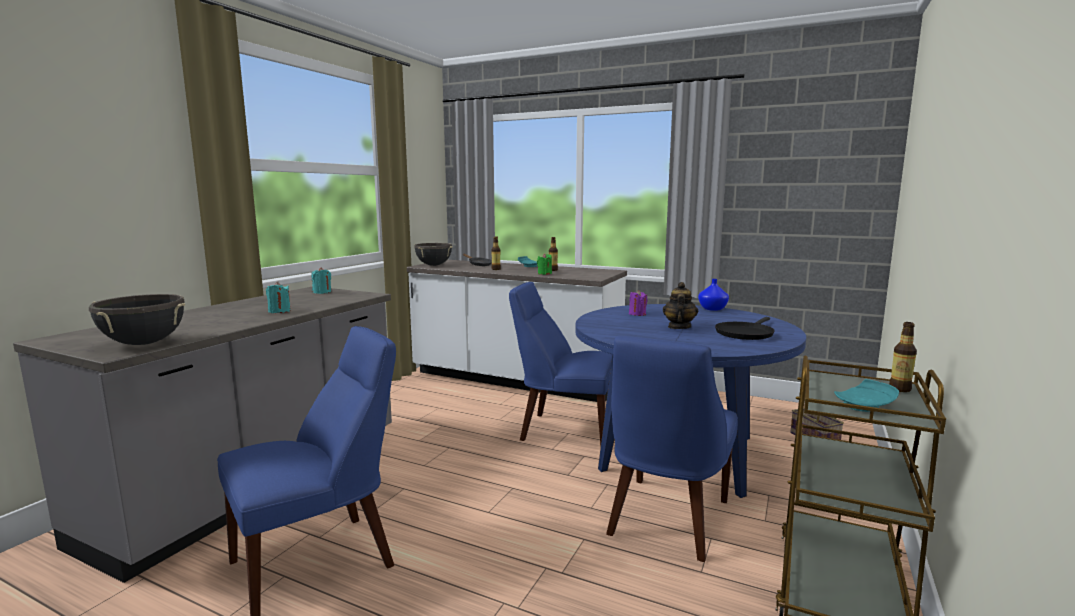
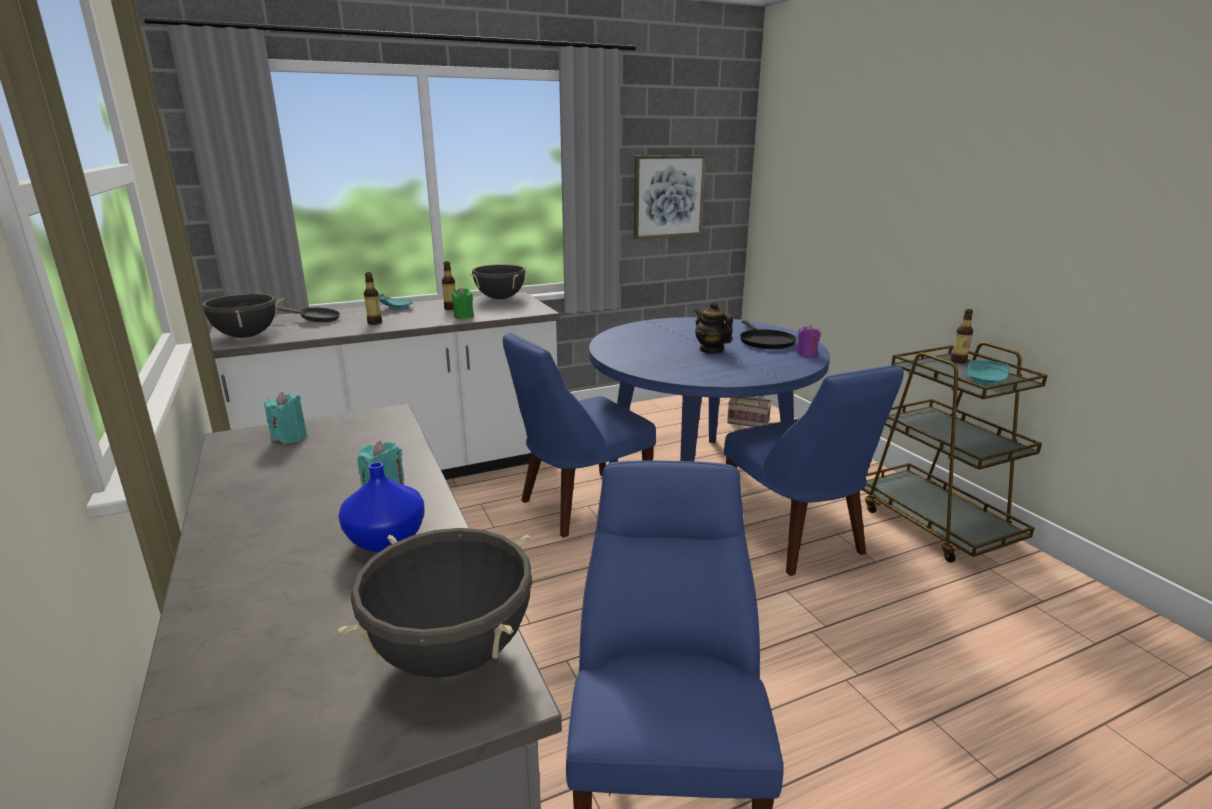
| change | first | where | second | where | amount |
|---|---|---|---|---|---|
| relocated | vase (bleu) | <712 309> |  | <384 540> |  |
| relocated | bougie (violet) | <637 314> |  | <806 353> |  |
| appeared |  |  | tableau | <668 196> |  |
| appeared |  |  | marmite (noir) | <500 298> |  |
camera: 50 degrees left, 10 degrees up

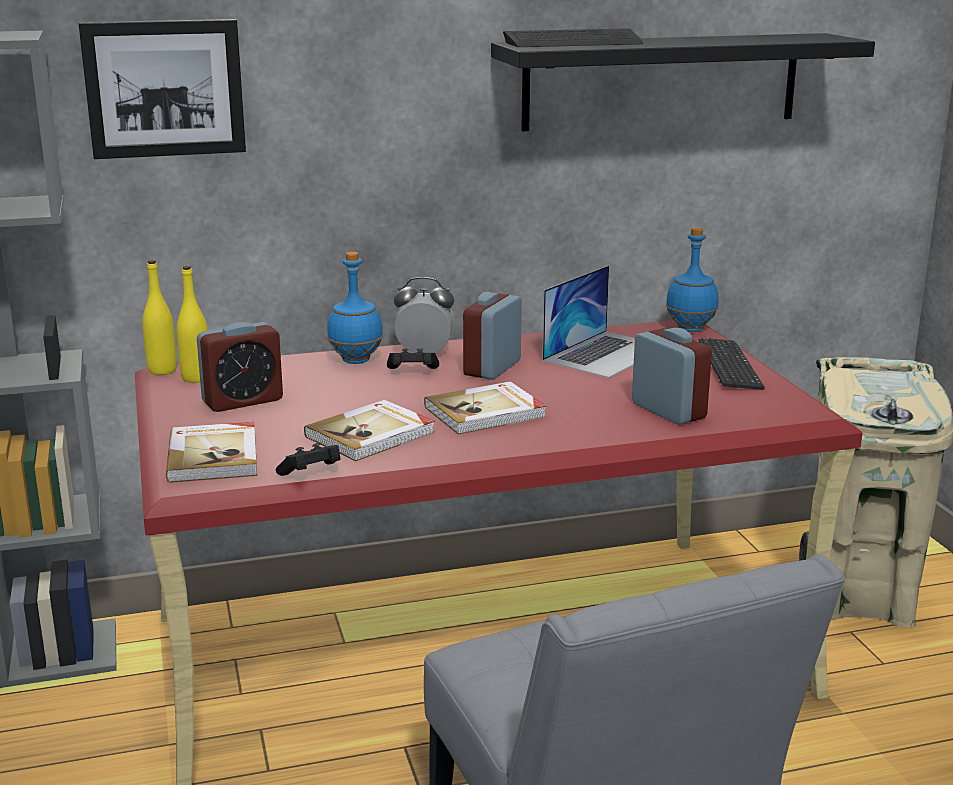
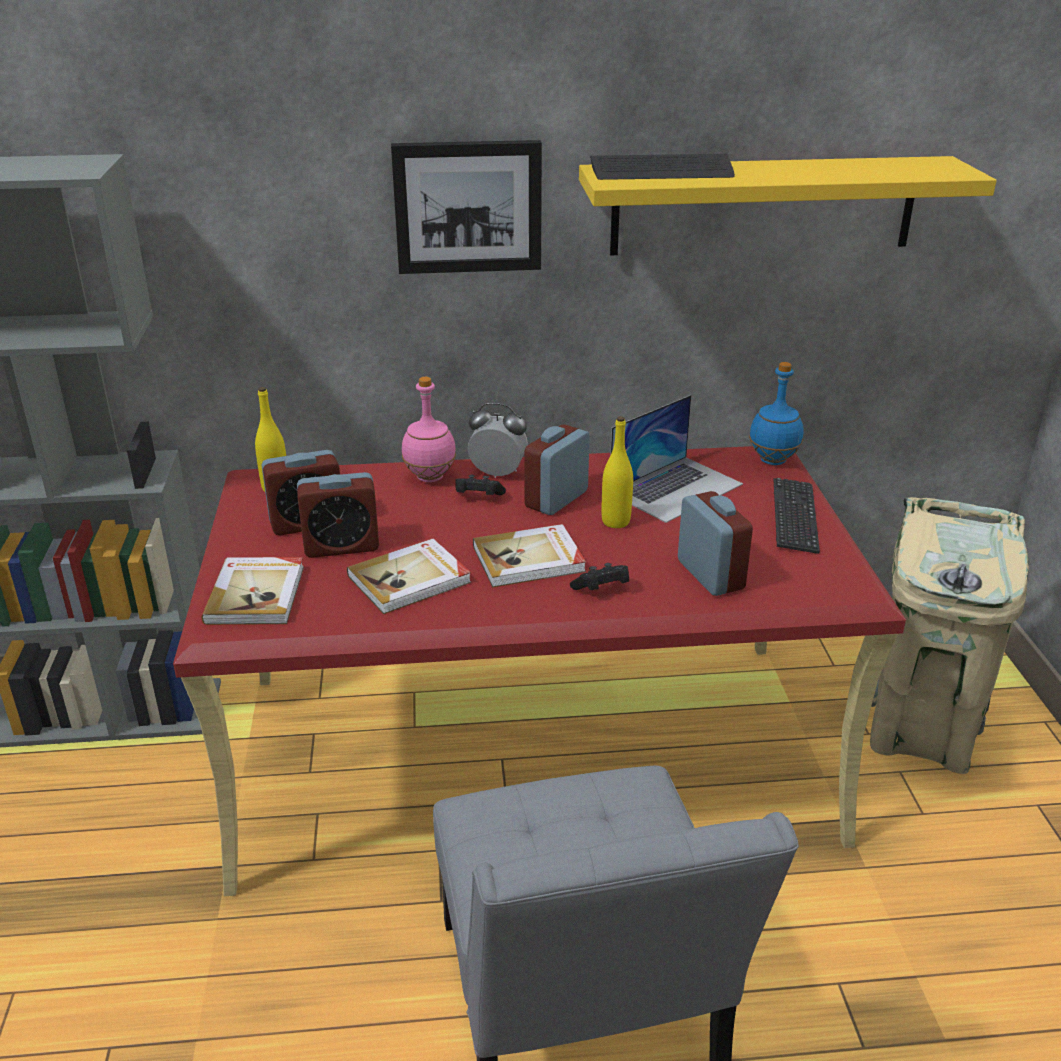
| change | first | where | second | where | amount |
|---|---|---|---|---|---|
| relocated | tableau | <164 88> |  | <468 207> |  |
| colour | étagère (noir) | <661 81> | étagère (jaune) | <763 206> |  |
| colour | bouteille (bleu) | <356 360> | bouteille (rose) | <431 477> |  |
| relocated | bouteille (jaune) | <162 370> |  | <615 522> |  |
| relocated | manette (noir) | <311 473> |  | <601 589> |  |
| appeared |  |  | réveil | <341 546> |  |
camera: 10 degrees right, 10 degrees up

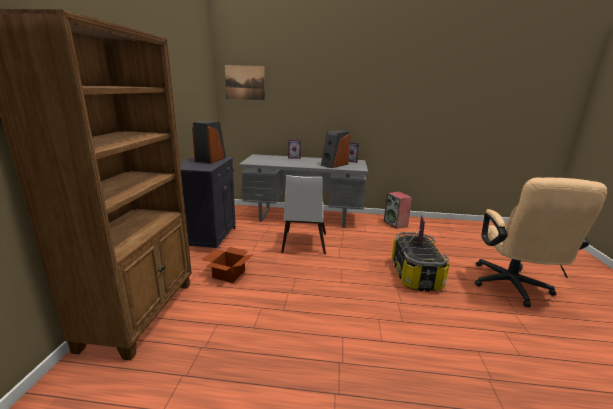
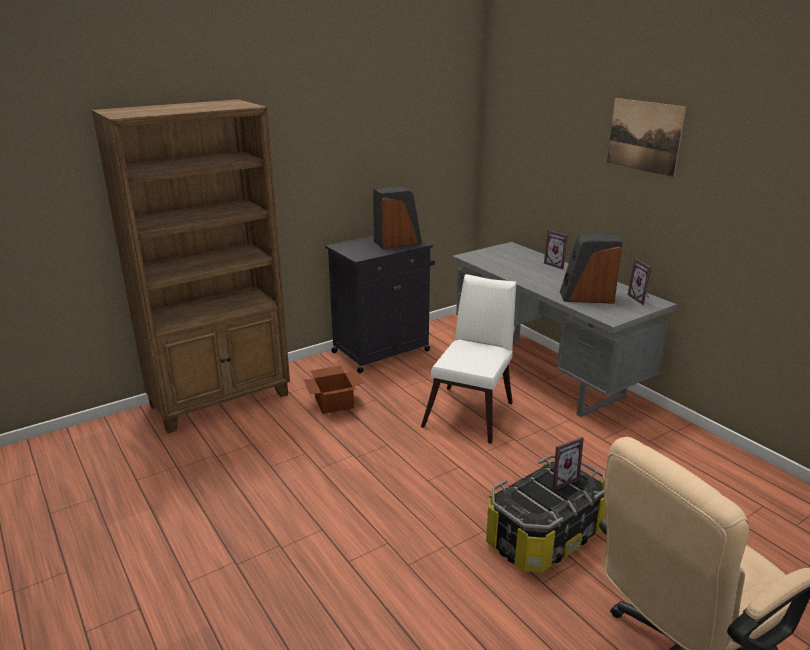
| change | first | where | second | where | amount |
|---|---|---|---|---|---|
| relocated | tableau | <245 82> |  | <644 136> |  |
| spun | chaise (blanc) | <303 244> |  | <471 411> | 150 degrees clockwise |
| missing | enceinte | <396 224> |  |  |  |
camera: 50 degrees right, 5 degrees up

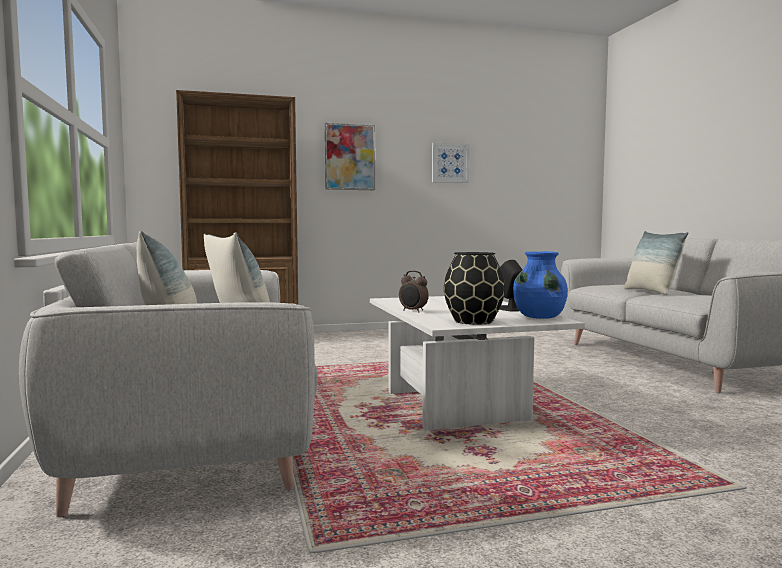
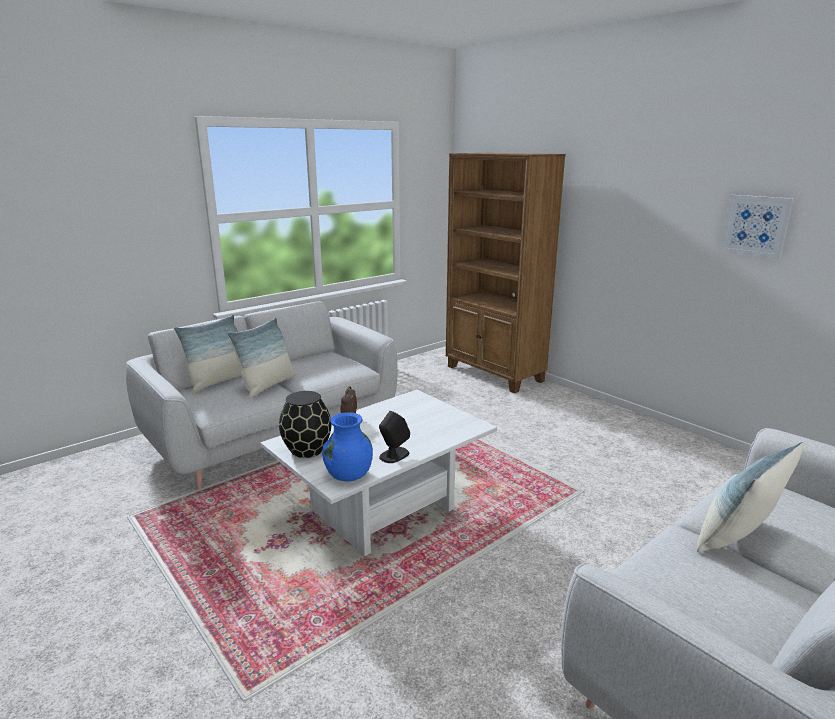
| change | first | where | second | where | amount |
|---|---|---|---|---|---|
| missing | tableau | <350 157> |  |  |  |
camera: 65 degrees right, 15 degrees up

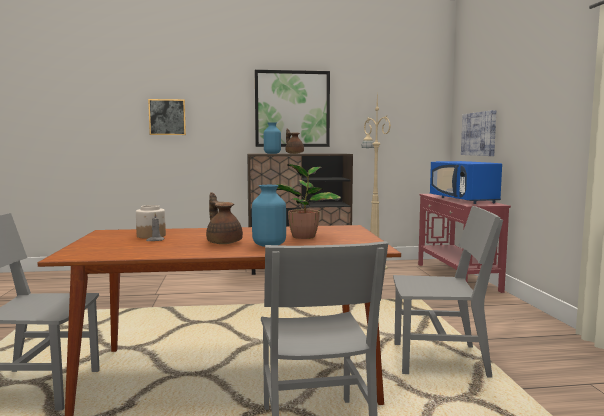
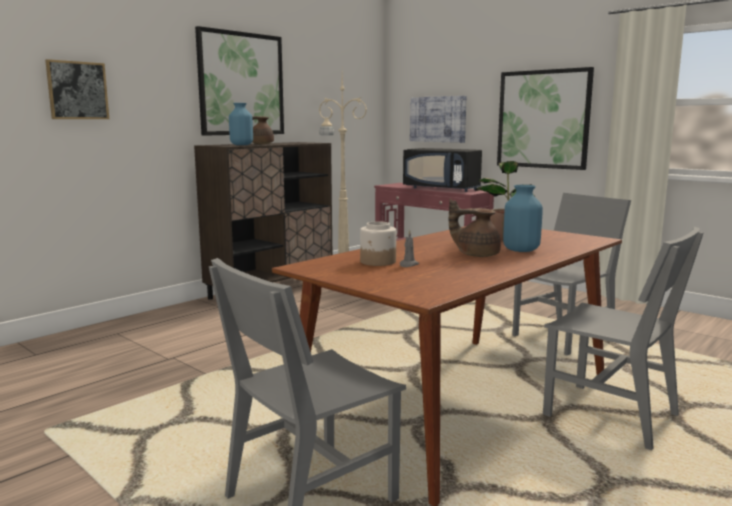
| change | first | where | second | where | amount |
|---|---|---|---|---|---|
| colour | micro-ondes (bleu) | <463 200> | micro-ondes (noir) | <442 189> |  |
| appeared |  |  | tableau | <543 119> |  |
camera: 40 degrees left, 5 degrees up

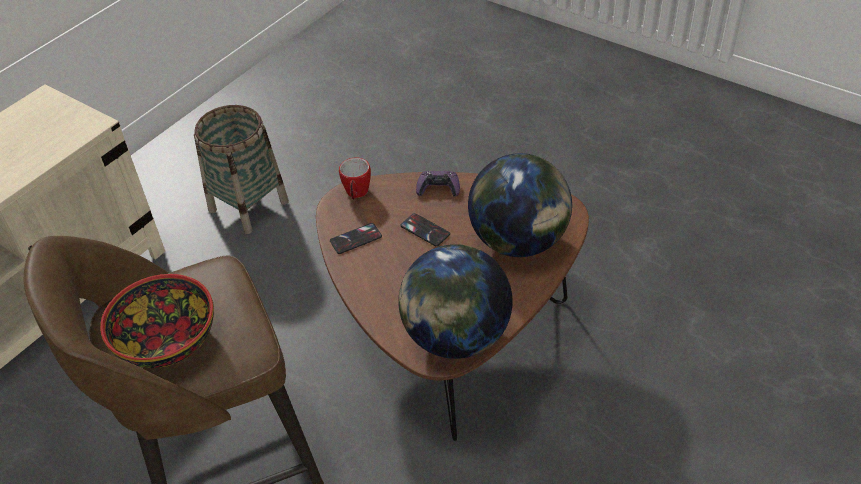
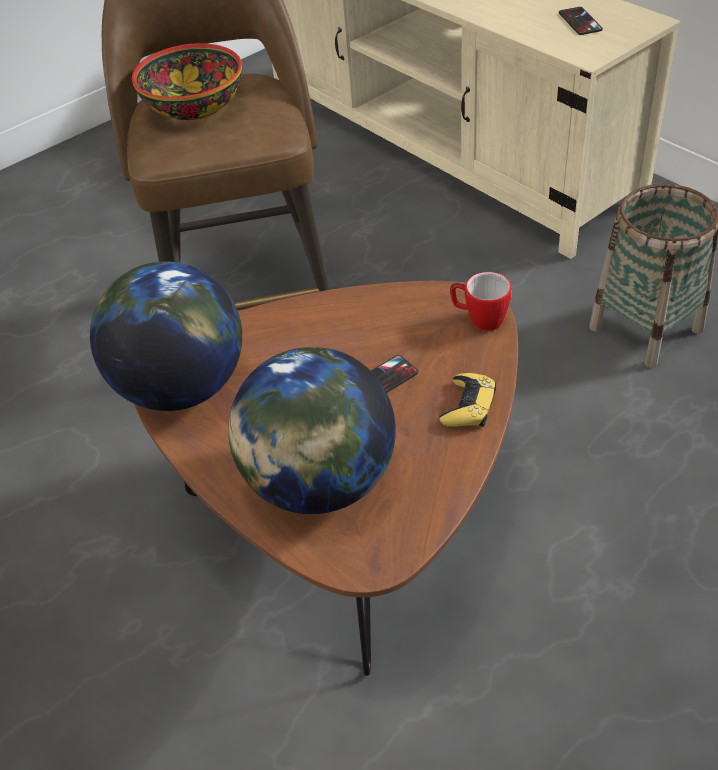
| change | first | where | second | where | amount |
|---|---|---|---|---|---|
| colour | manette (violet) | <438 188> | manette (jaune) | <468 406> |  |
| relocated | téléphone | <356 239> |  | <580 21> |  |
camera: 105 degrees right, 0 degrees up

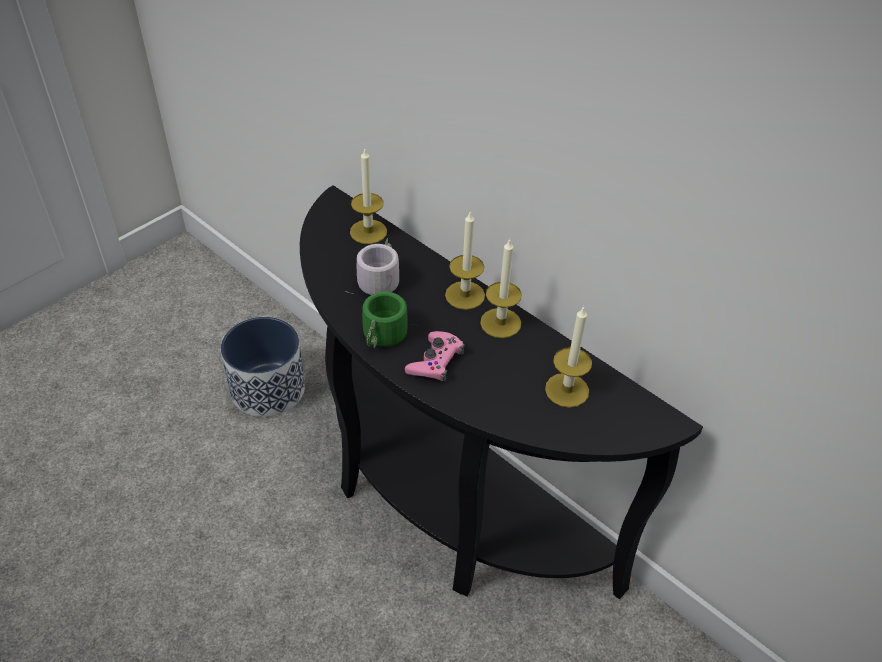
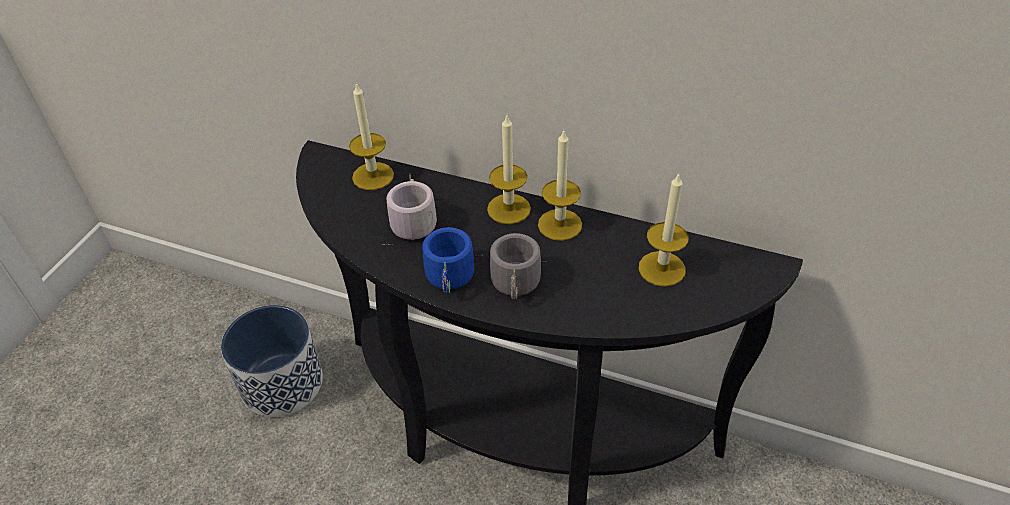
| change | first | where | second | where | amount |
|---|---|---|---|---|---|
| colour | mug (vert) | <385 337> | mug (bleu) | <452 278> |  |
| exchanged | manette (rose) | <435 361> | mug (gris) | <518 285> |  |
camera: 20 degrees left, 0 degrees up

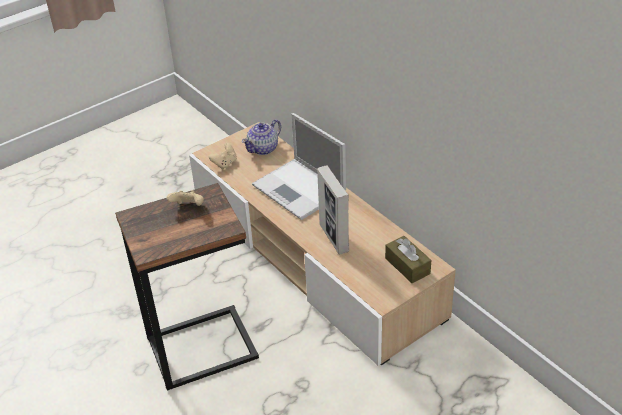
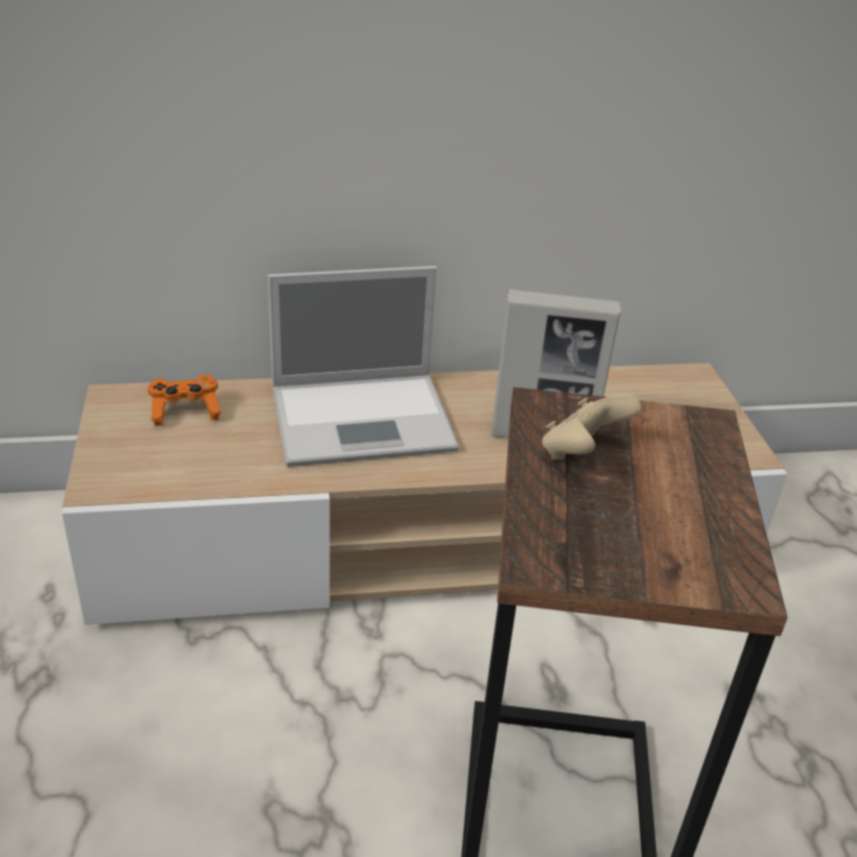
| change | first | where | second | where | amount |
|---|---|---|---|---|---|
| exchanged | théière | <263 148> | manette (orange) | <185 411> |  |
| missing | manette (beige) | <225 163> |  |  |  |
| missing | boîte à mouchoirs (marron) | <407 266> |  |  |  |
camera: 65 degrees left, 5 degrees down

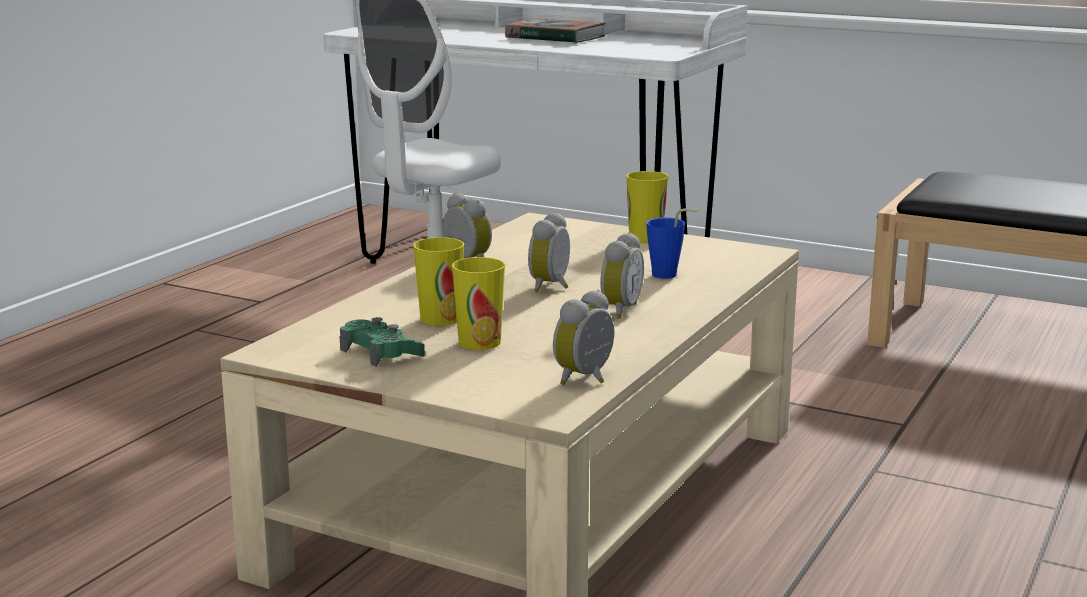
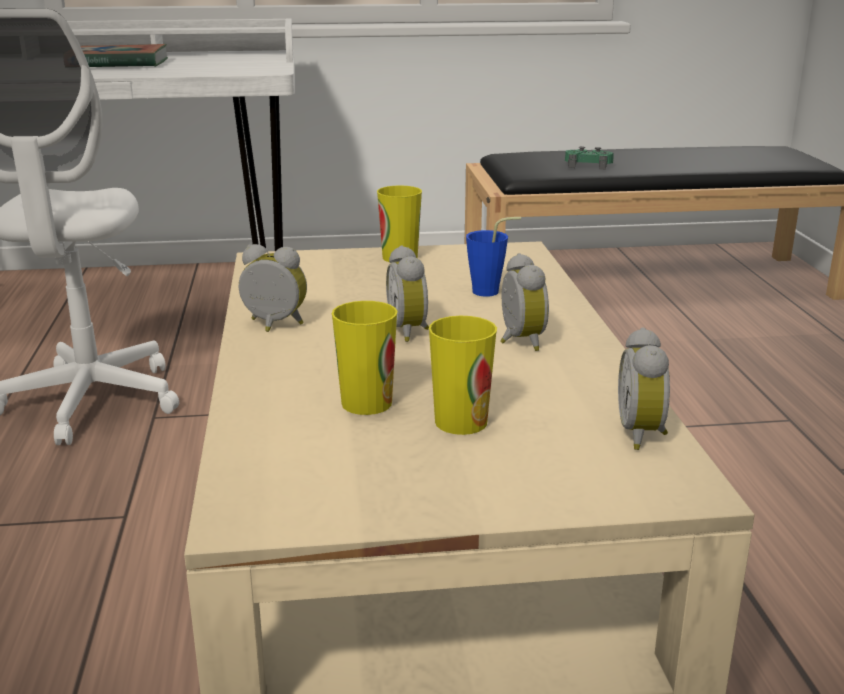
| change | first | where | second | where | amount |
|---|---|---|---|---|---|
| relocated | manette (vert) | <381 353> |  | <588 166> |  |
camera: 35 degrees left, 5 degrees up

